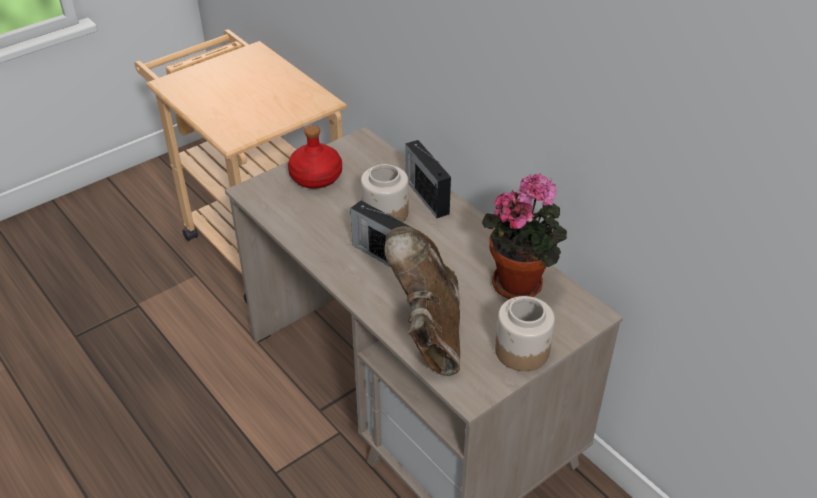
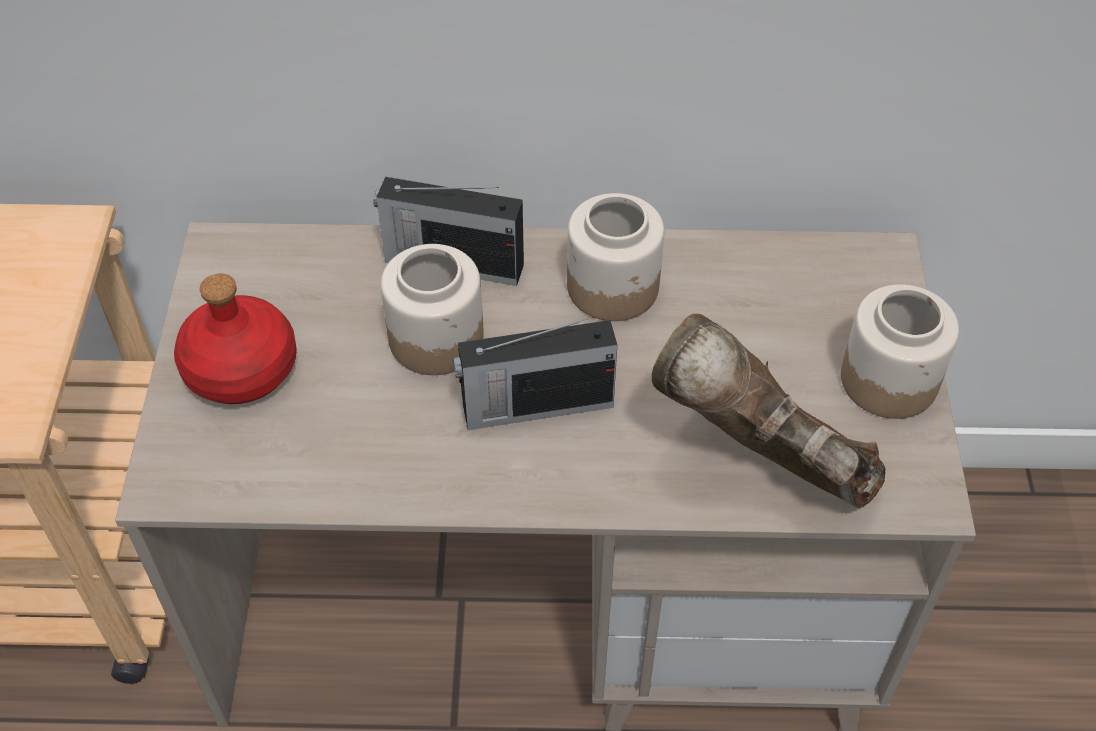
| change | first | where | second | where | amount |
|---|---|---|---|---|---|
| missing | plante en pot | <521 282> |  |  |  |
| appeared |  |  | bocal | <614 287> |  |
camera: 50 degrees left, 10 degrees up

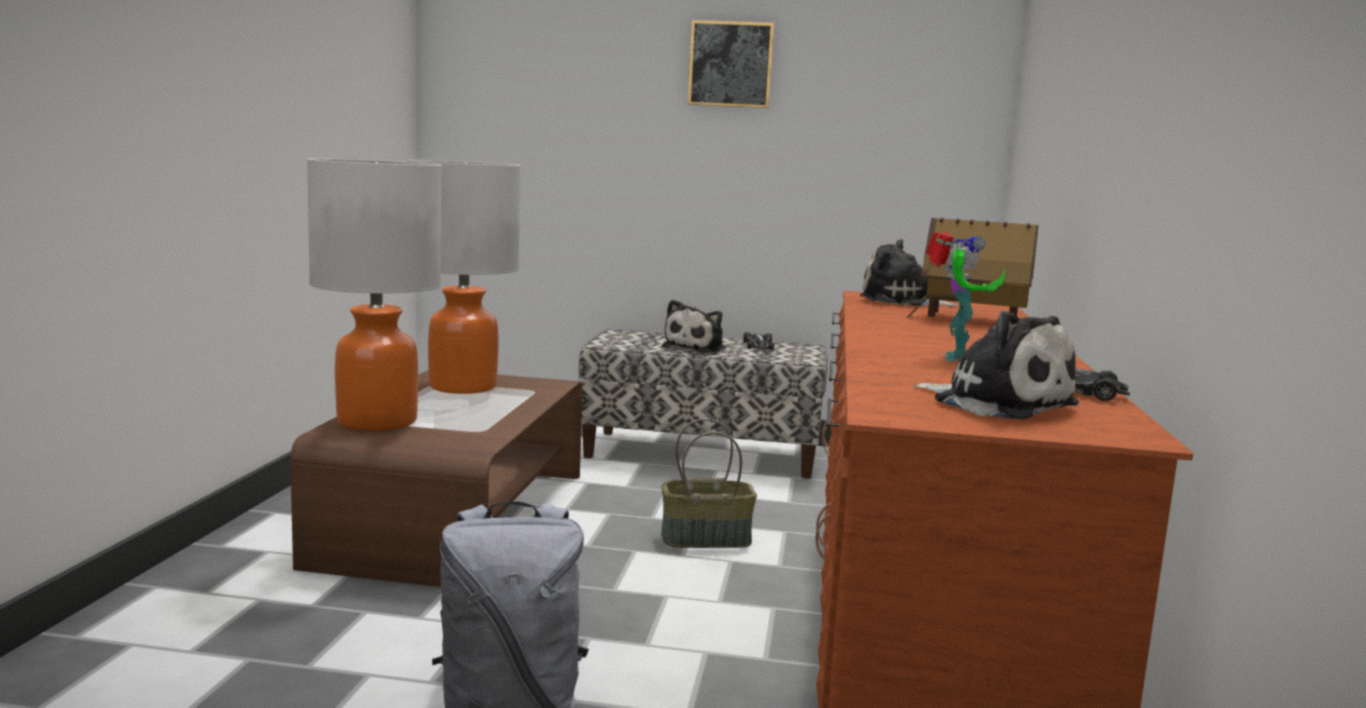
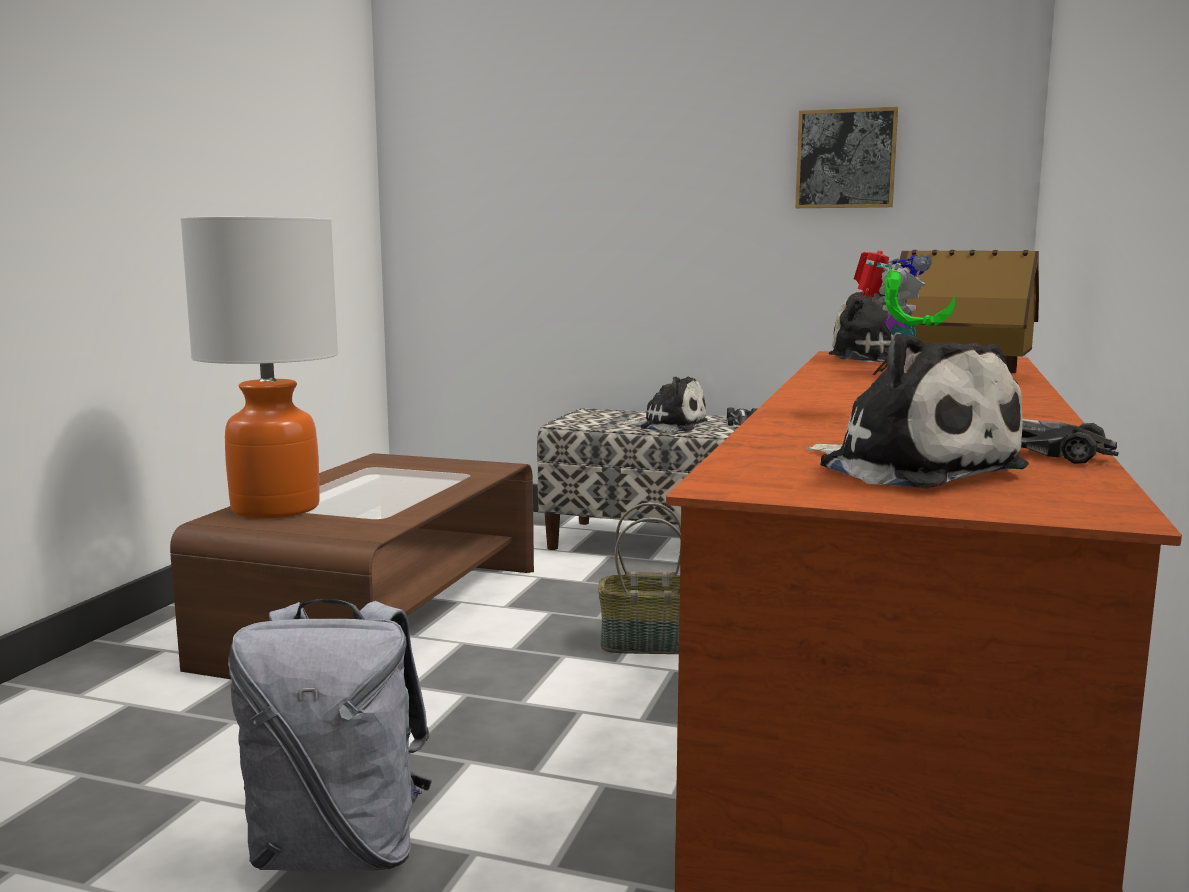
| change | first | where | second | where | amount |
|---|---|---|---|---|---|
| relocated | tableau | <730 64> |  | <845 159> |  |
| missing | lampe de table | <462 387> |  |  |  |
| spun | peluche | <697 348> |  | <669 426> | 105 degrees counterclockwise |
camera: 10 degrees right, 0 degrees up

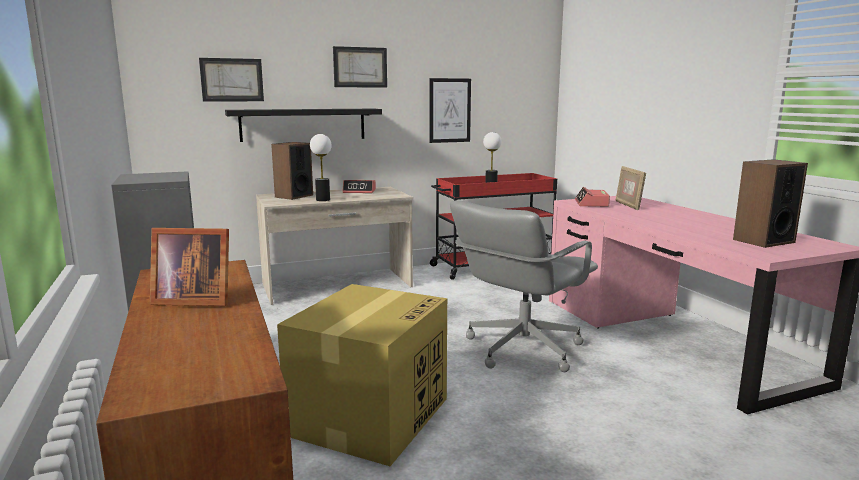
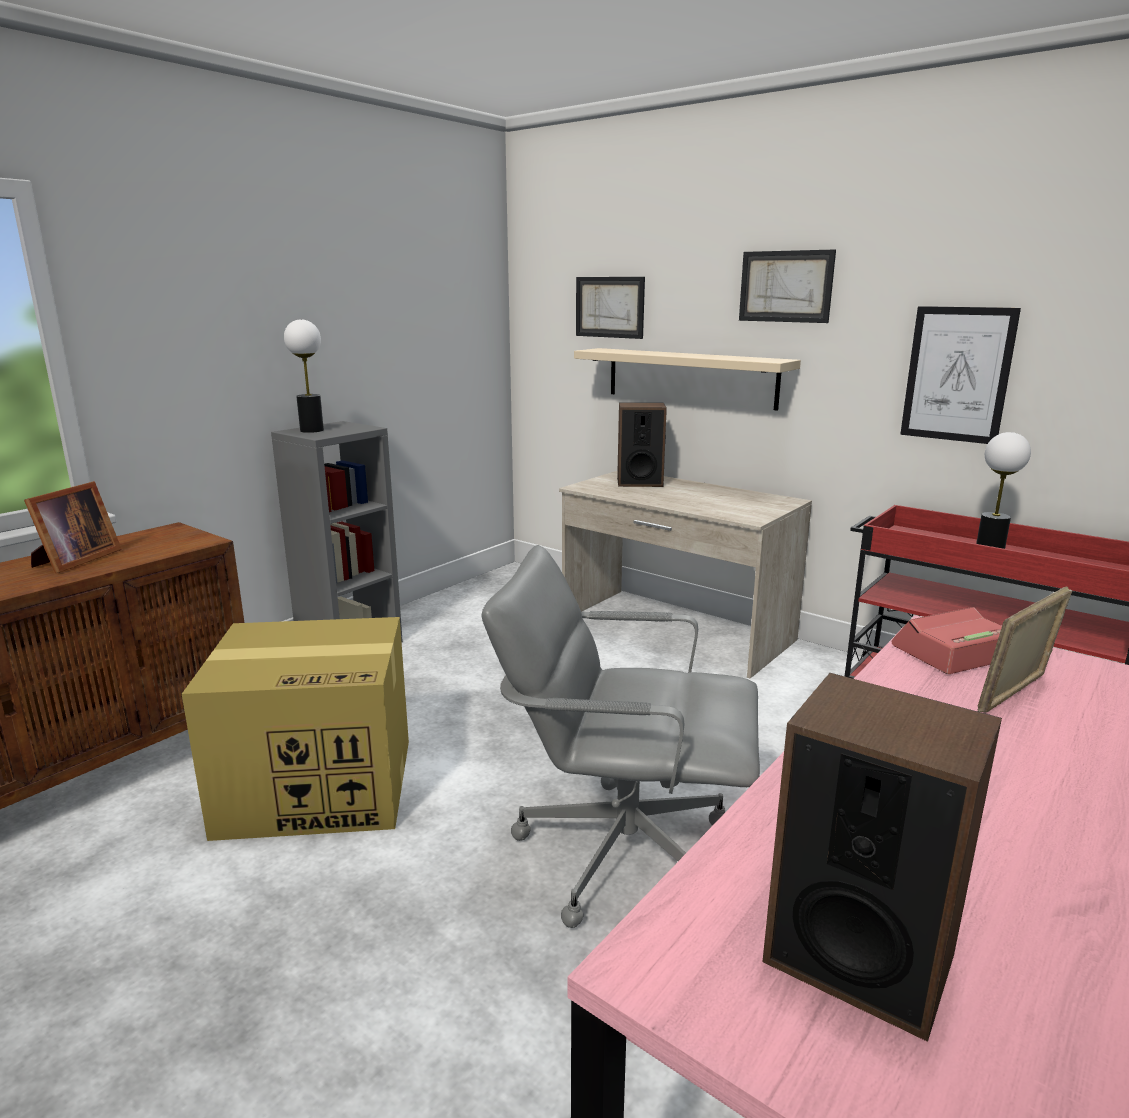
| change | first | where | second | where | amount |
|---|---|---|---|---|---|
| colour | étagère (noir) | <303 124> | étagère (beige) | <690 377> |  |
| relocated | lampe de table | <323 200> |  | <311 430> |  |
| missing | réveil | <359 191> |  |  |  |
| spun | cadre photo | <192 300> |  | <74 561> | 135 degrees counterclockwise |
camera: 60 degrees right, 5 degrees up

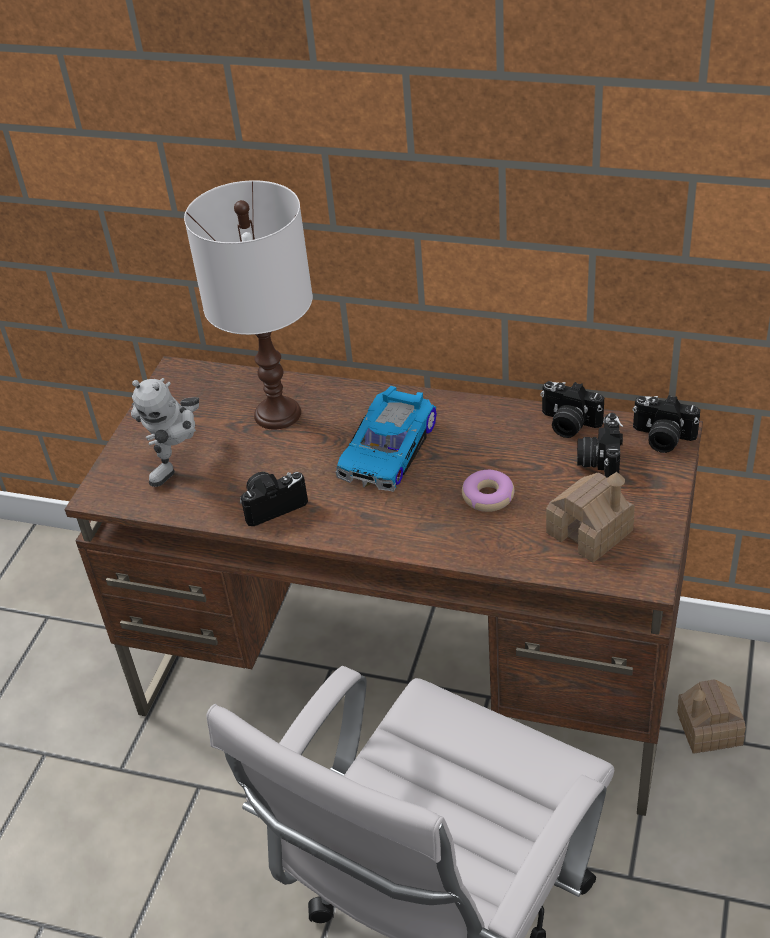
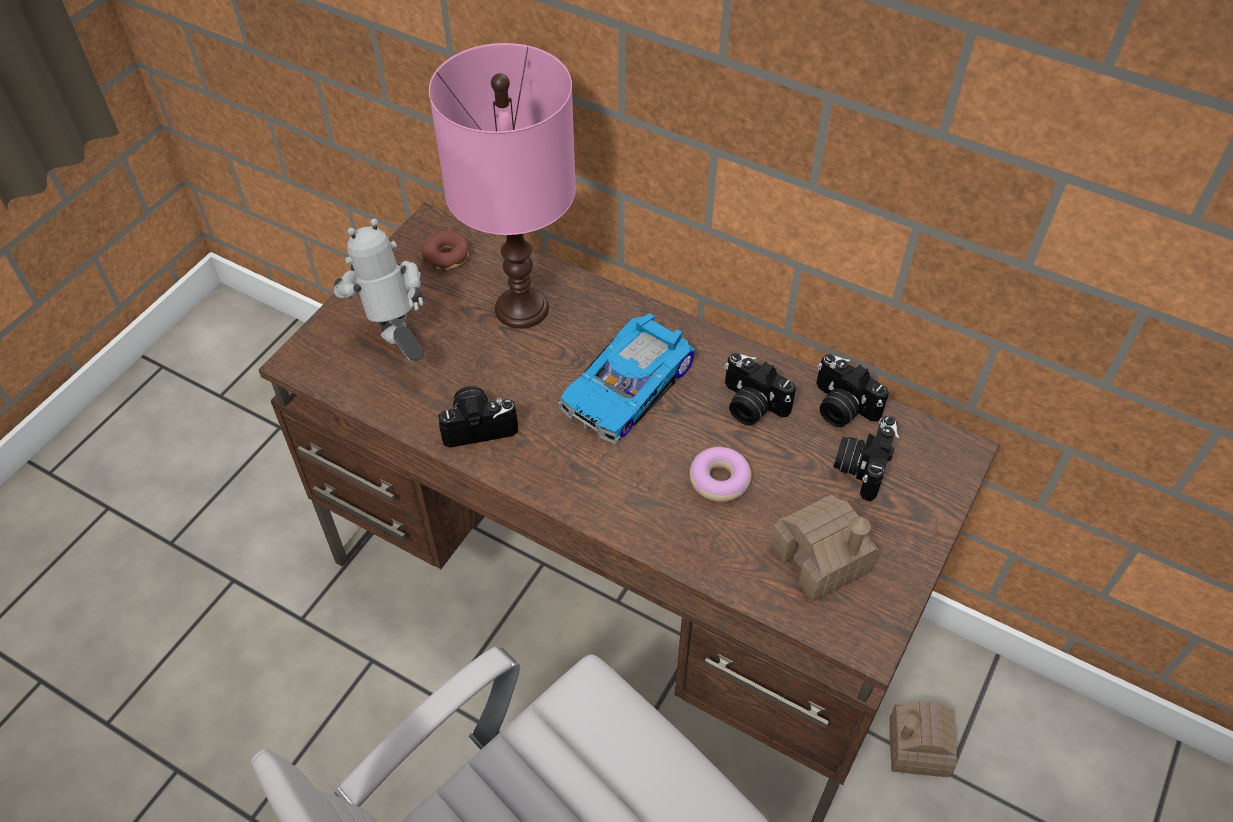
| change | first | where | second | where | amount |
|---|---|---|---|---|---|
| colour | lampe de table (blanc) | <278 414> | lampe de table (rose) | <522 309> |  |
| spun | robot jouet | <181 465> |  | <397 346> | 120 degrees clockwise |
| relocated | appareil photo | <662 438> |  | <750 405> |  |
| appeared |  |  | beignet | <446 256> |  |
camera: 10 degrees right, 10 degrees up

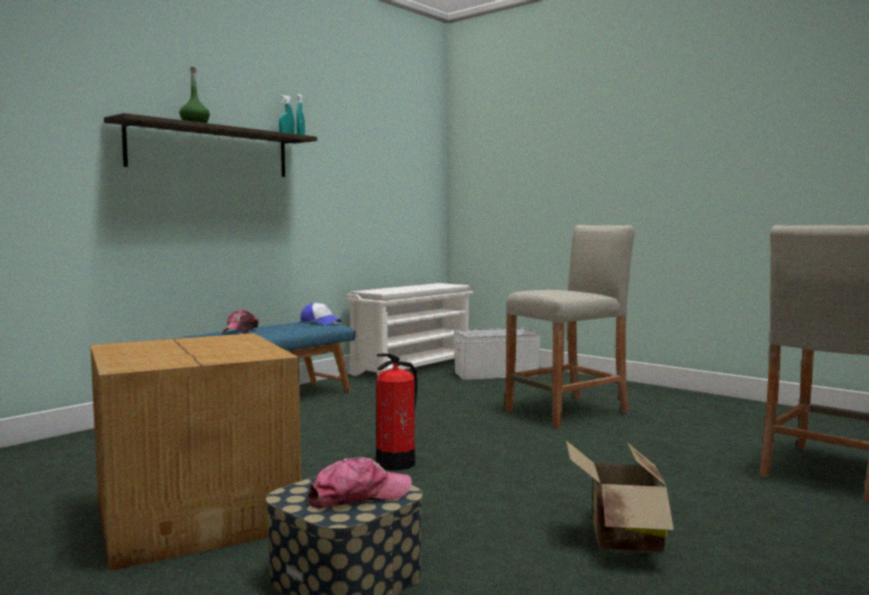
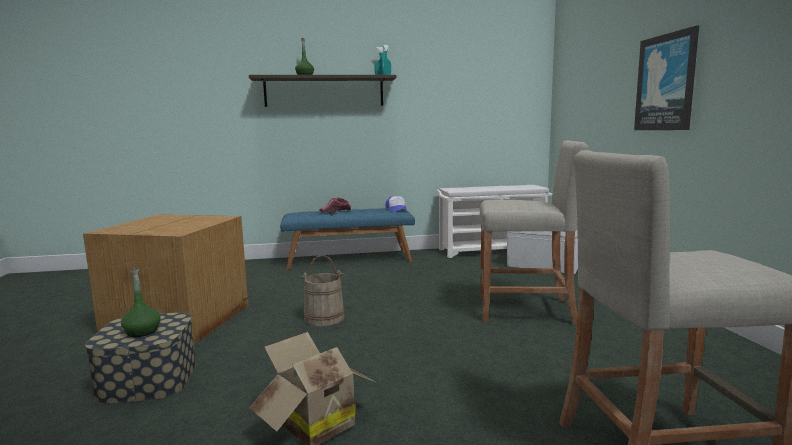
| change | first | where | second | where | amount |
|---|---|---|---|---|---|
| exchanged | extincteur | <396 463> | seau (beige) | <324 318> |  |
| exchanged | casquette | <358 496> | bouteille (vert) | <142 332> |  |
| appeared |  |  | tableau | <666 82> |  |
camera: 40 degrees right, 5 degrees up

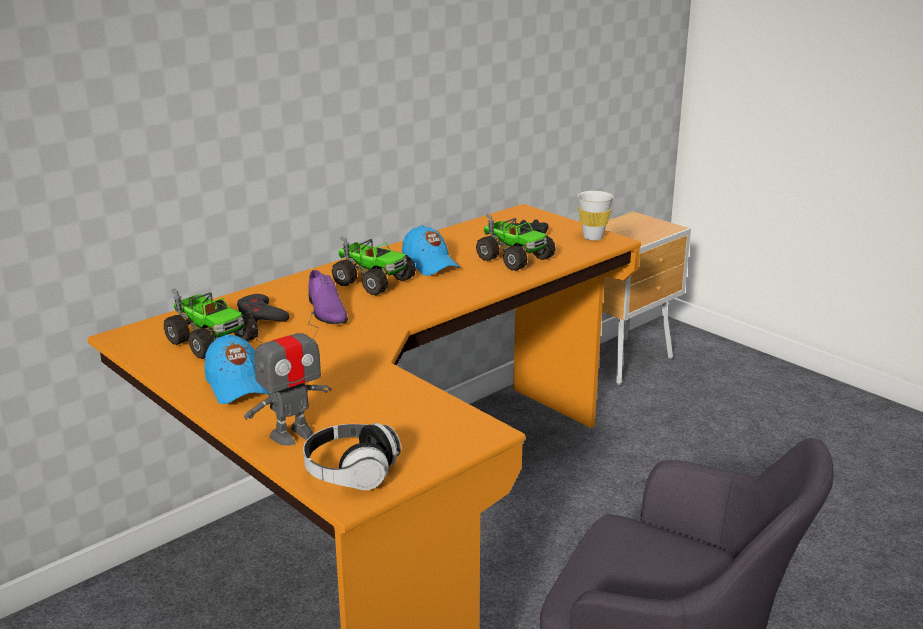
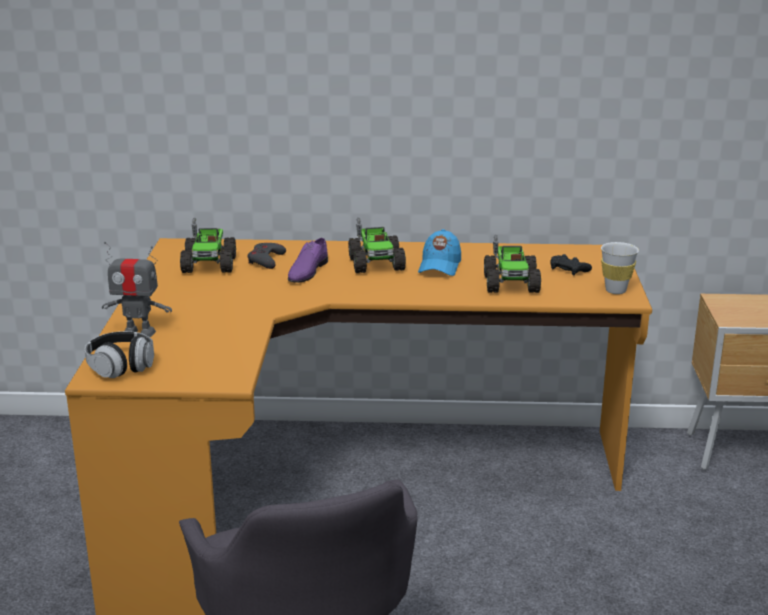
| change | first | where | second | where | amount |
|---|---|---|---|---|---|
| missing | casquette (bleu) | <237 385> |  |  |  |
camera: 45 degrees right, 0 degrees up

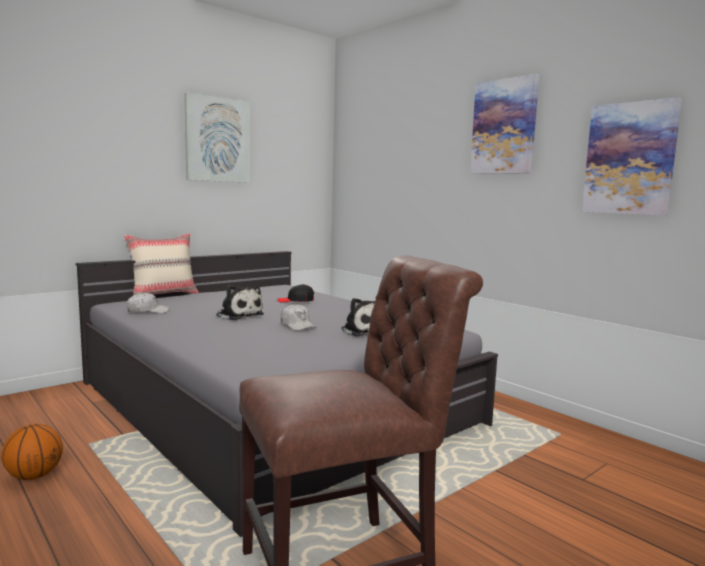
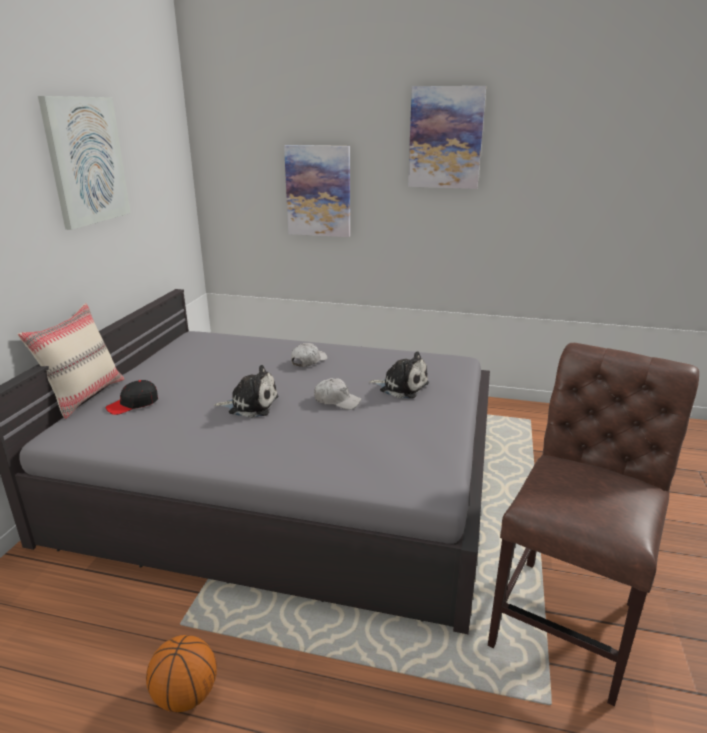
| change | first | where | second | where | amount |
|---|---|---|---|---|---|
| relocated | tableau | <629 159> |  | <318 191> |  |
| relocated | casquette (noir) | <296 301> |  | <133 404> |  |
| relocated | casquette (blanc) | <147 311> |  | <308 361> |  |
camera: 35 degrees left, 15 degrees up

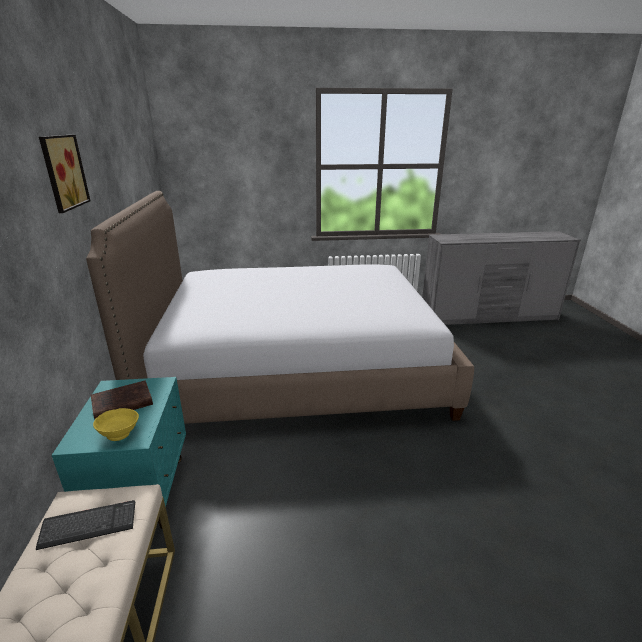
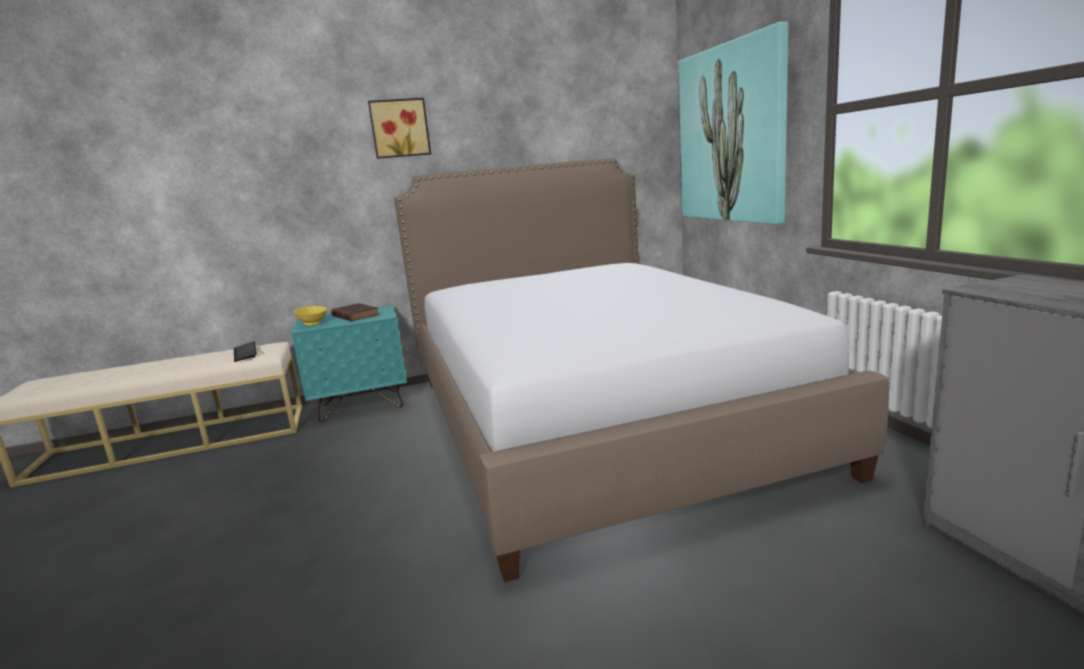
| change | first | where | second | where | amount |
|---|---|---|---|---|---|
| appeared |  |  | tableau | <732 134> |  |
camera: 80 degrees right, 10 degrees down

